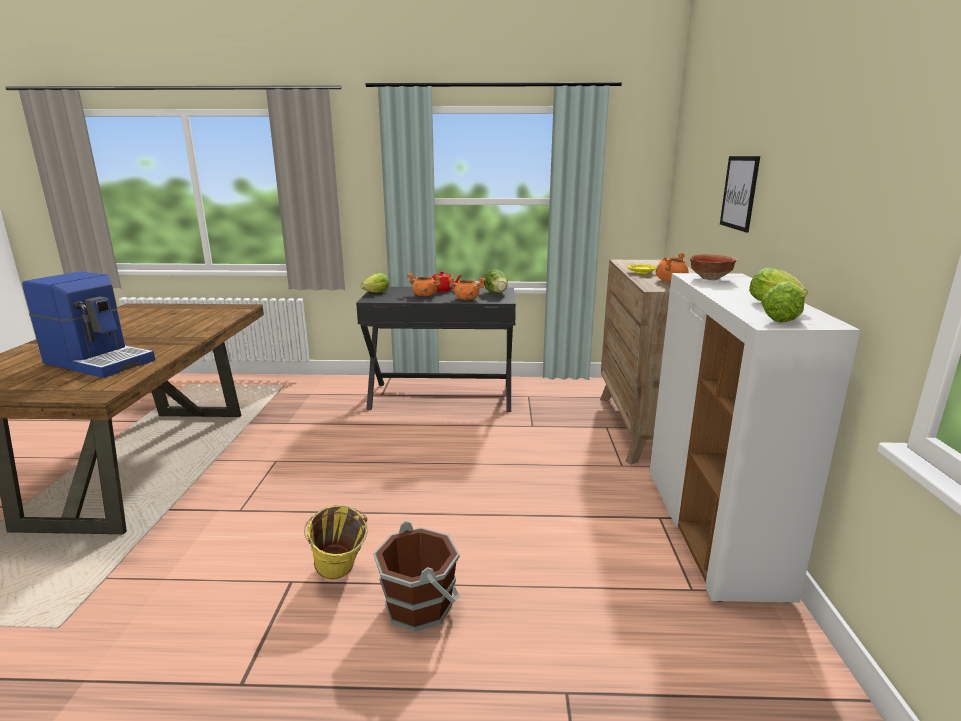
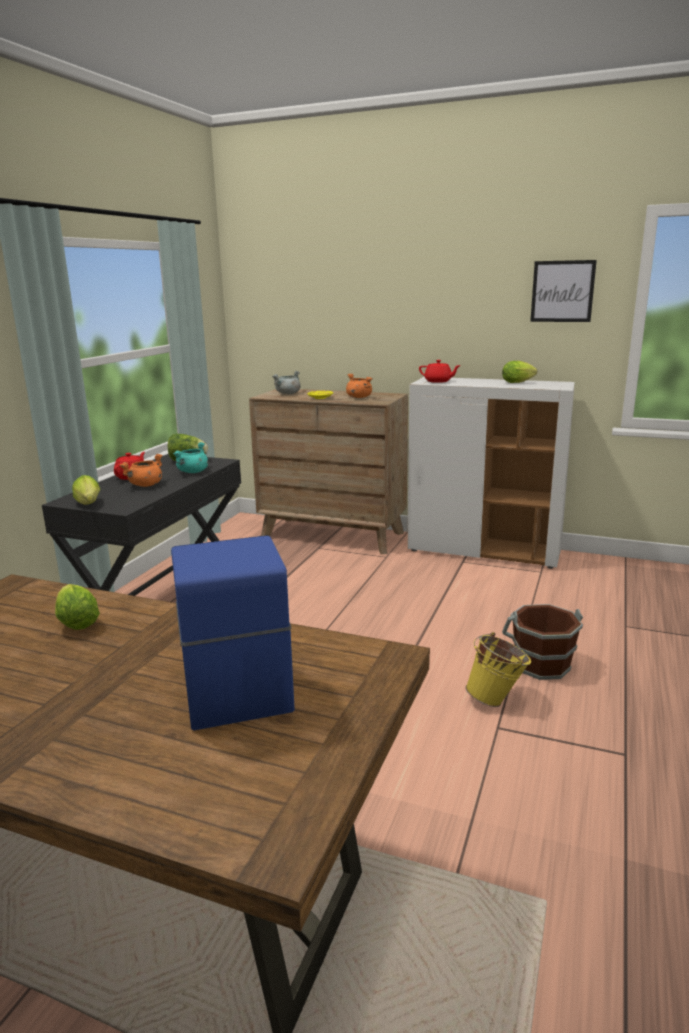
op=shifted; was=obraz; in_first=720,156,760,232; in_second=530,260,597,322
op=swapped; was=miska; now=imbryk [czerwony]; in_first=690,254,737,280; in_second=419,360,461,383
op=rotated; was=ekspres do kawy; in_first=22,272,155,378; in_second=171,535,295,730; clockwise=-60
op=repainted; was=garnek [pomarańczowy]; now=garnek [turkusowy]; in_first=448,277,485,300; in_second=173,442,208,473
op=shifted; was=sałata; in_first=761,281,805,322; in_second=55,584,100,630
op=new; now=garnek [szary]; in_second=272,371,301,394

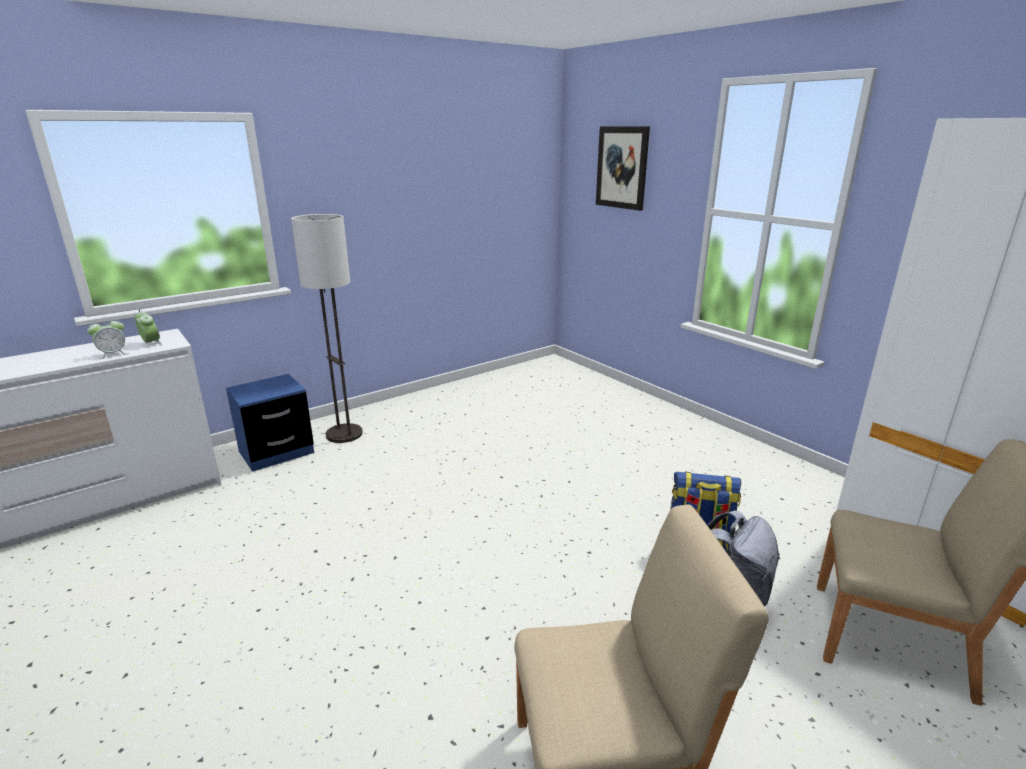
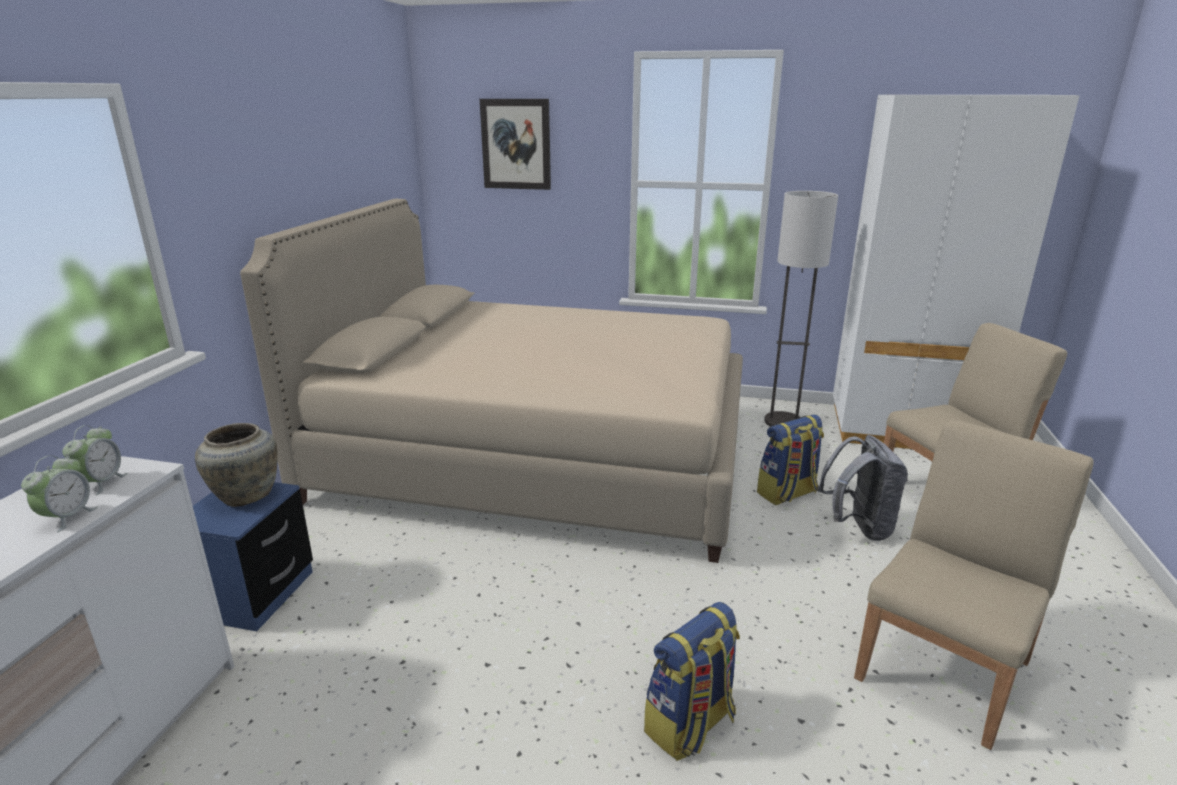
op=shifted; was=lampa stojąca; in_first=291,214,363,443; in_second=764,191,838,427
op=rotated; was=budzik; in_first=134,309,162,346; in_second=63,425,128,495; clockwise=90
op=new; now=łóżko [beżowy]; in_second=240,199,743,563
op=new; now=wazon [beżowy]; in_second=195,423,278,507
op=new; now=plecak; in_second=644,602,740,761

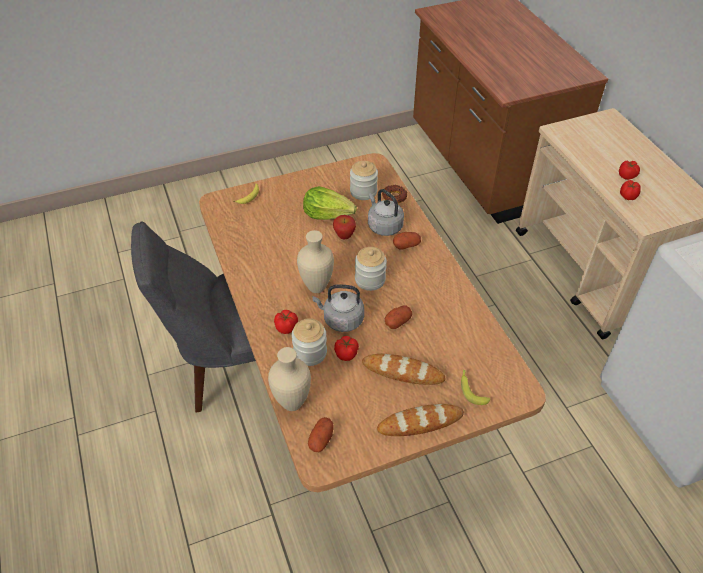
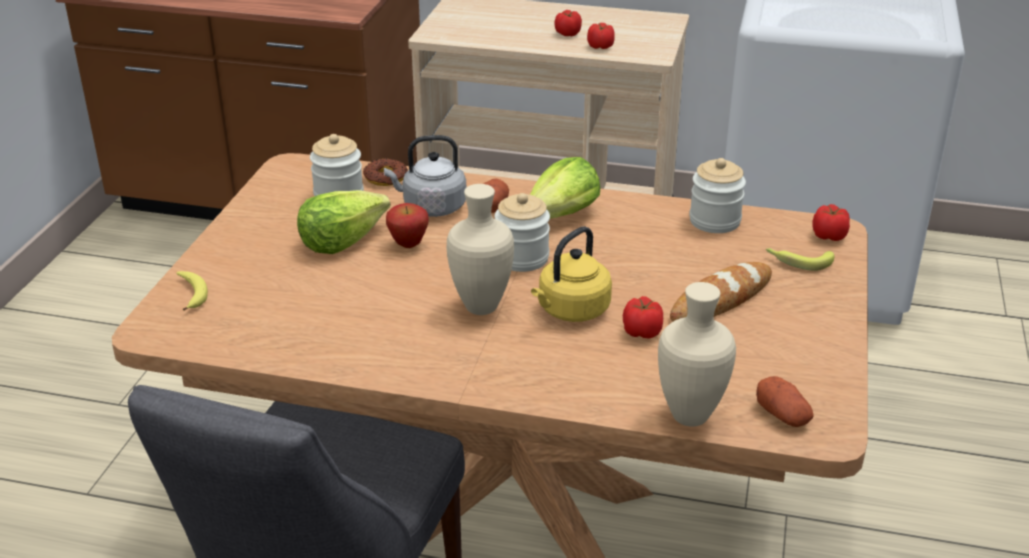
op=repainted; was=czajnik [szary]; now=czajnik [żółty]; in_first=312,284,364,332; in_second=531,226,612,322
op=gone; was=ziemniak; in_first=385,306,412,329
op=shifted; was=pomidor; in_first=274,310,298,334; in_second=812,204,850,241
op=shifted; was=słoik; in_first=292,318,327,366; in_second=689,158,746,233
op=gone; was=chleb; in_first=377,404,464,436
op=new; now=sałata; in_second=530,157,600,219

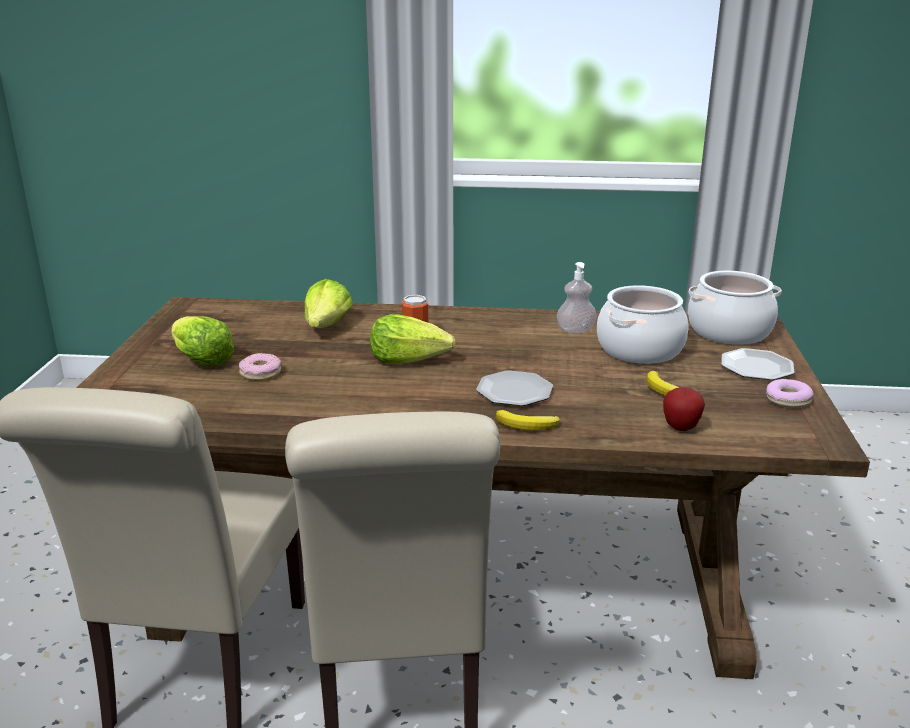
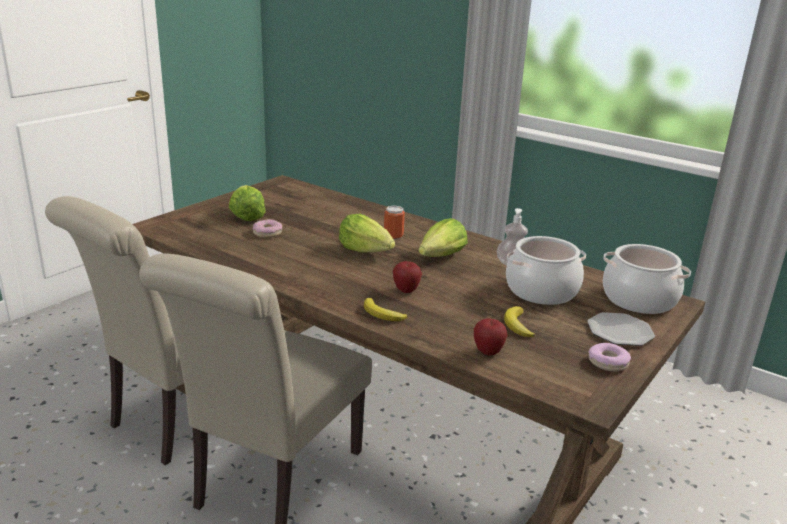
op=shifted; was=sałata; in_first=304,279,353,328; in_second=419,218,468,257
op=swapped; was=talerz; now=jabłko; in_first=476,370,553,406; in_second=393,261,422,293

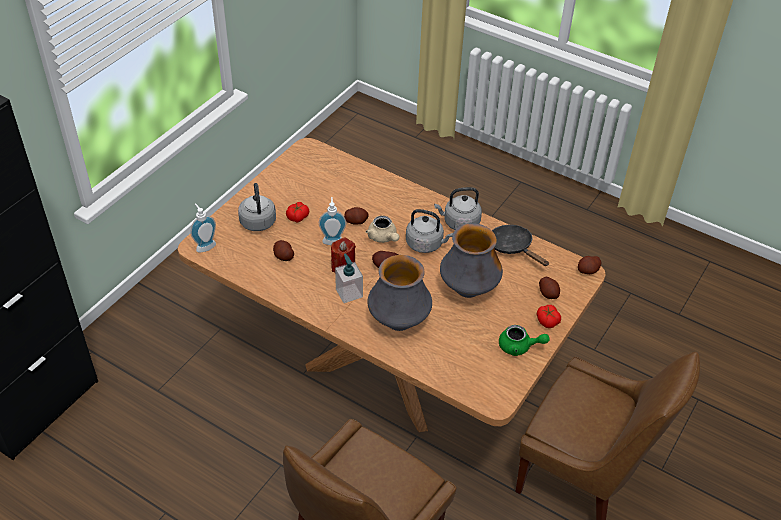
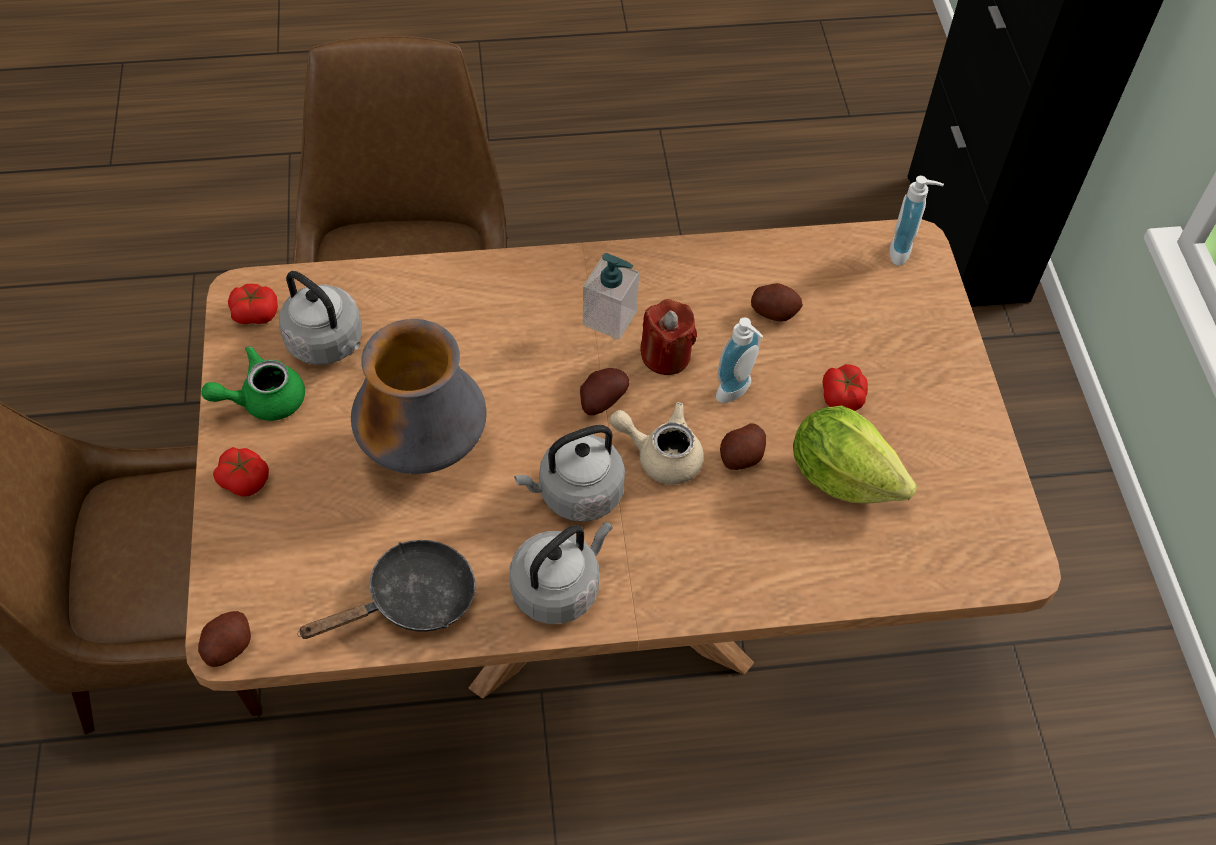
op=shifted; was=czajnik [szary]; in_first=238,183,276,231; in_second=279,271,362,365
op=rotated; was=patelnia [czarny]; in_first=492,225,549,266; in_second=297,540,476,639; clockwise=-45
op=gone; was=wazon; in_first=368,255,432,331
op=gone; was=ziemniak; in_first=539,277,560,299
op=new; now=pomidor; in_second=228,284,278,324
op=new; now=sałata; in_second=793,406,917,504

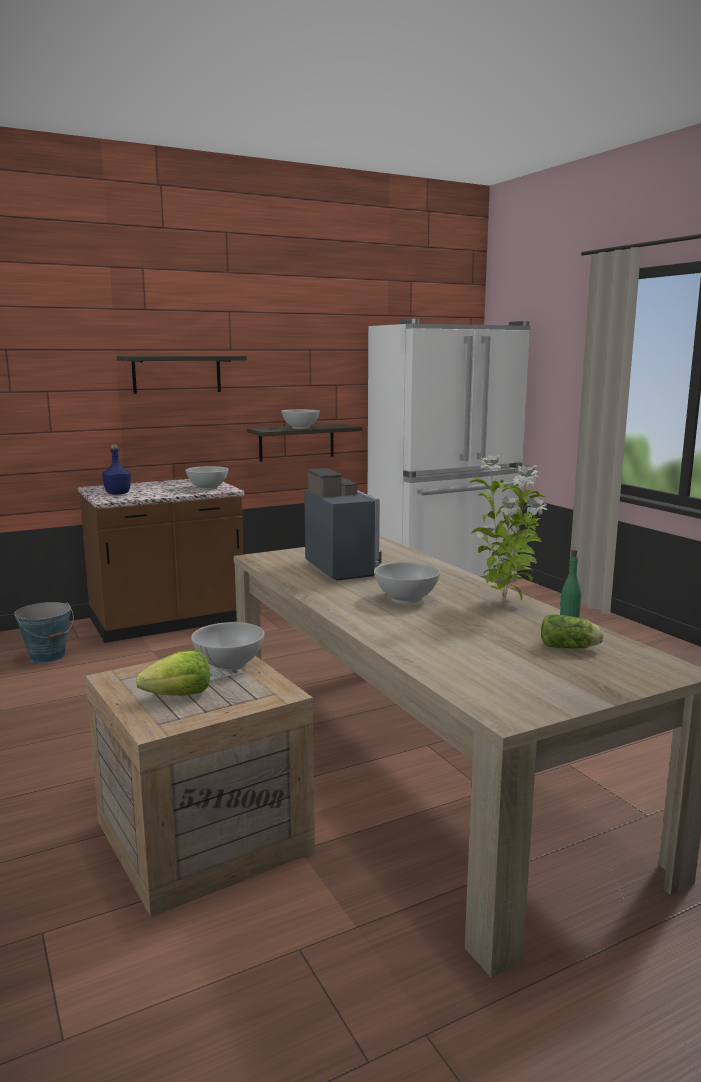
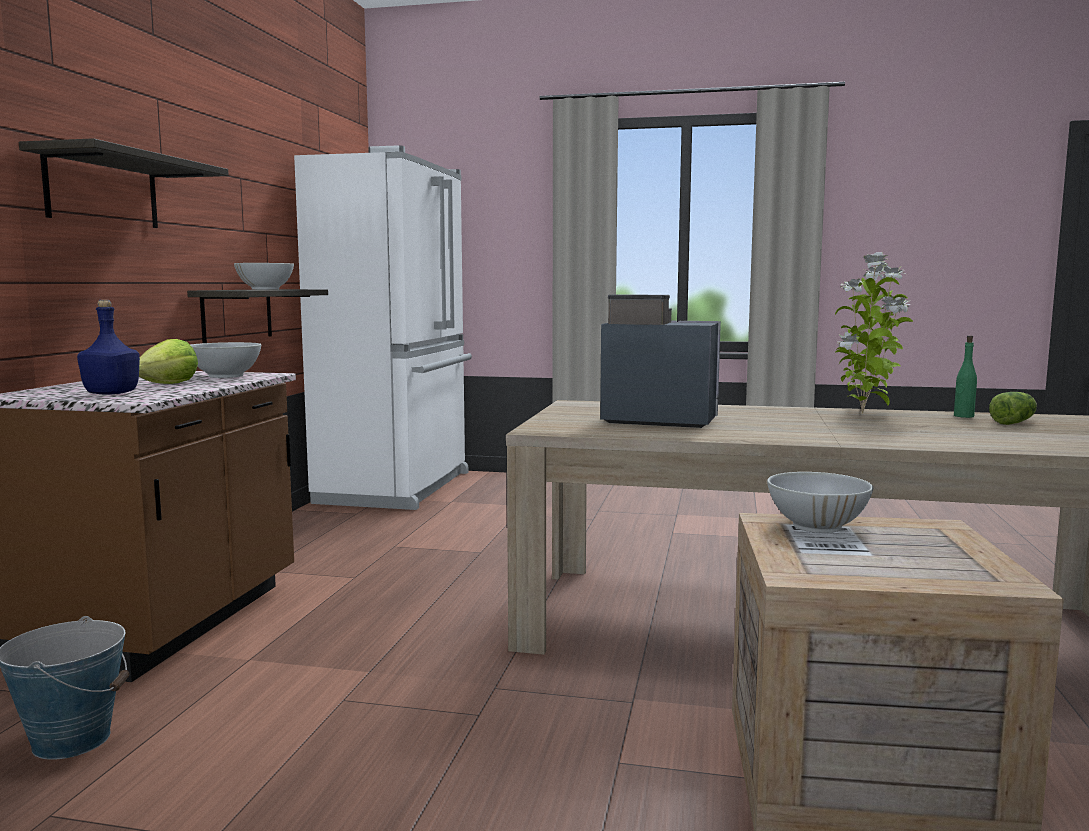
op=gone; was=miska [biały]; in_first=374,562,440,603
op=shifted; was=sałata; in_first=136,650,210,696; in_second=139,339,198,384

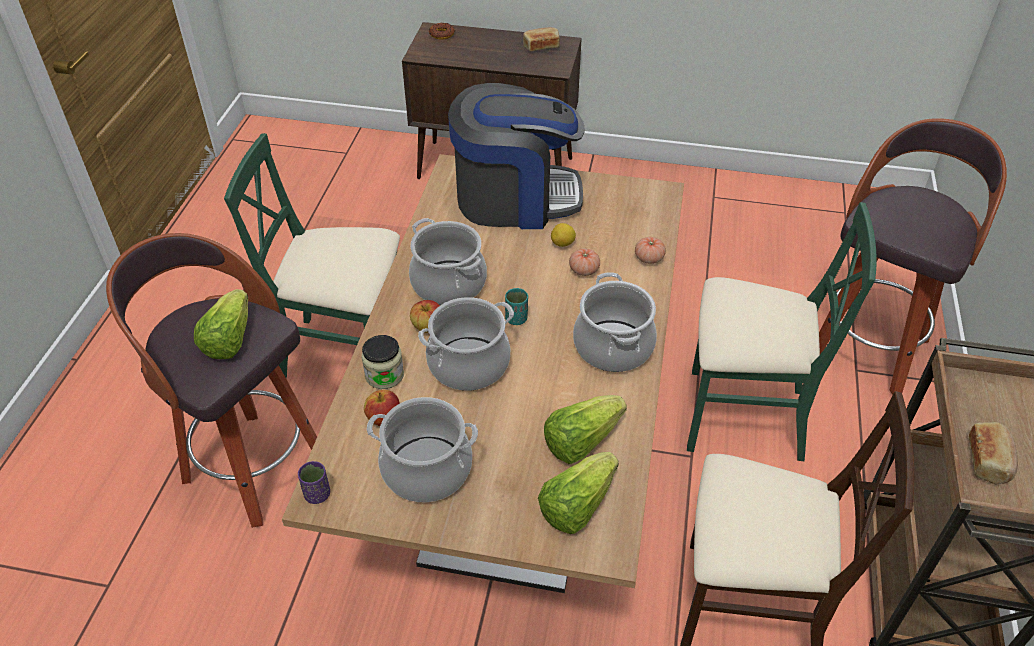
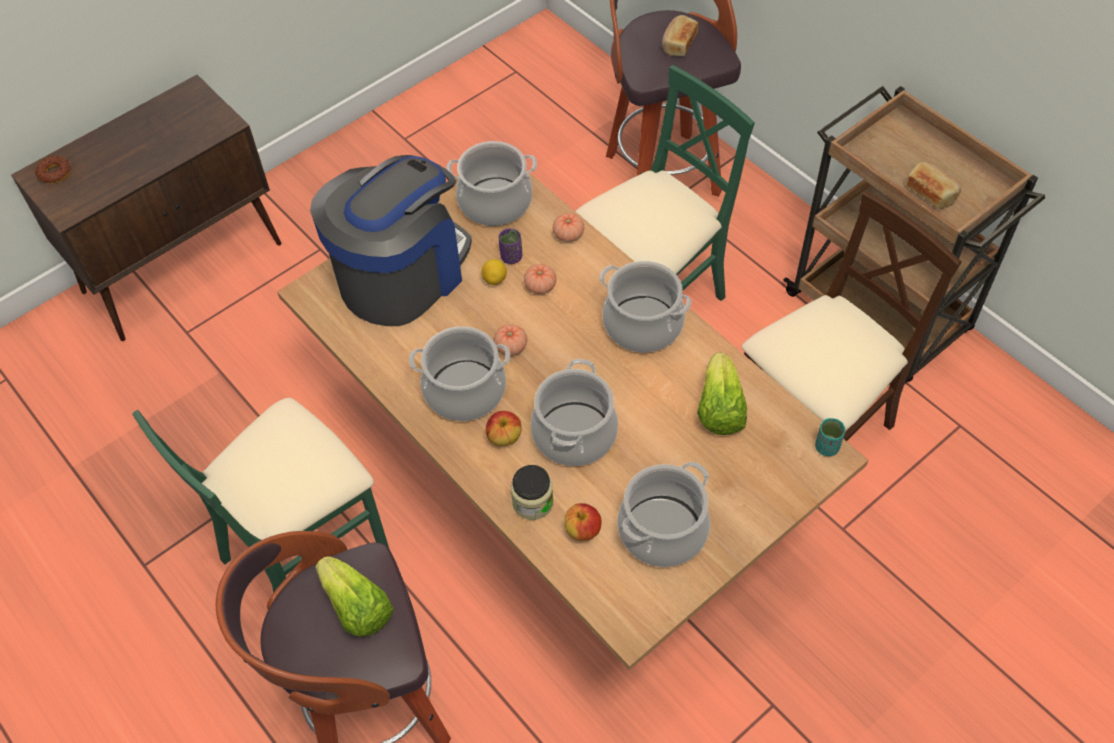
op=shifted; was=chleb; in_first=523,27,560,51; in_second=662,15,698,56
op=shifted; was=filiżanka [turkusowy]; in_first=505,288,528,325; in_second=815,418,845,456
op=gone; was=sałata; in_first=538,452,619,534
op=shifted; was=filiżanka [fioletowy]; in_first=298,461,330,504; in_second=498,228,522,264
op=new; now=garnek; in_second=446,141,537,226
op=new; now=pomidor; in_second=493,324,527,356

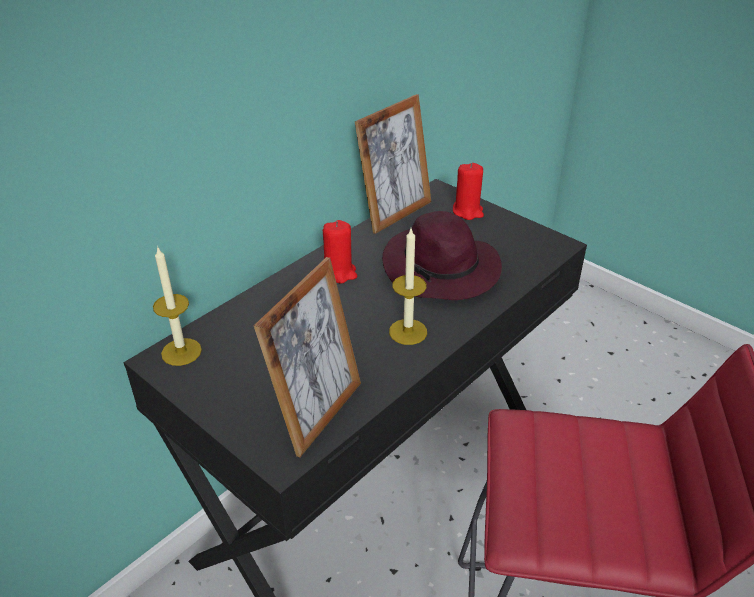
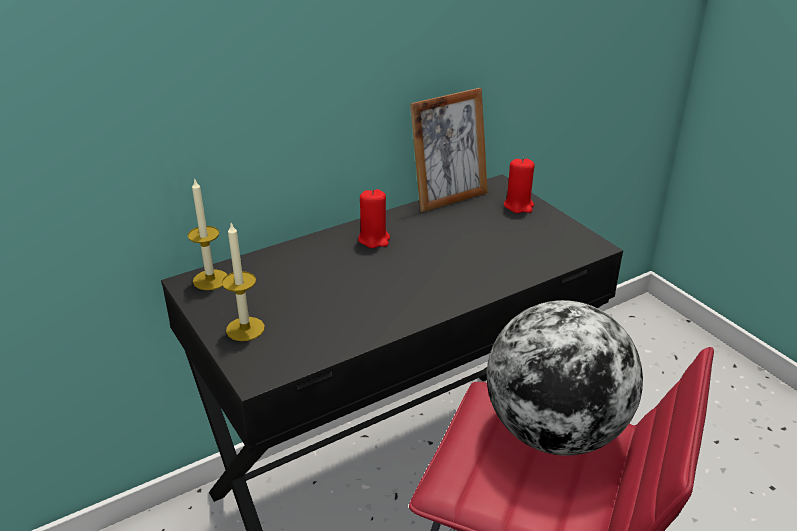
op=gone; was=kapelusz [fioletowy]; in_first=382,211,502,300
op=shifted; was=świeca; in_first=389,229,427,345; in_second=222,223,265,341
op=gone; was=ramka na zdjęcie; in_first=254,257,361,457
op=new; now=globus; in_second=487,300,643,456

